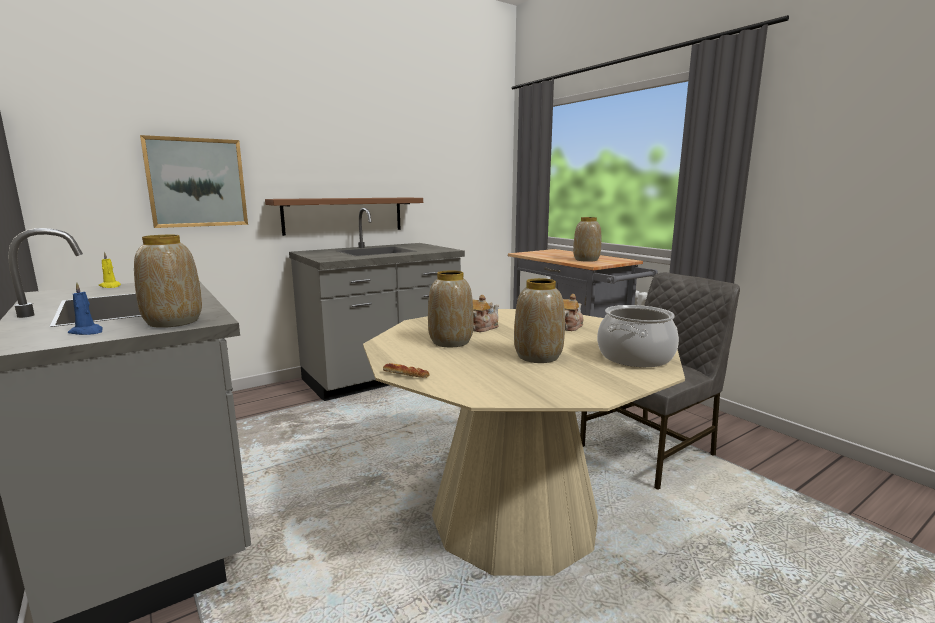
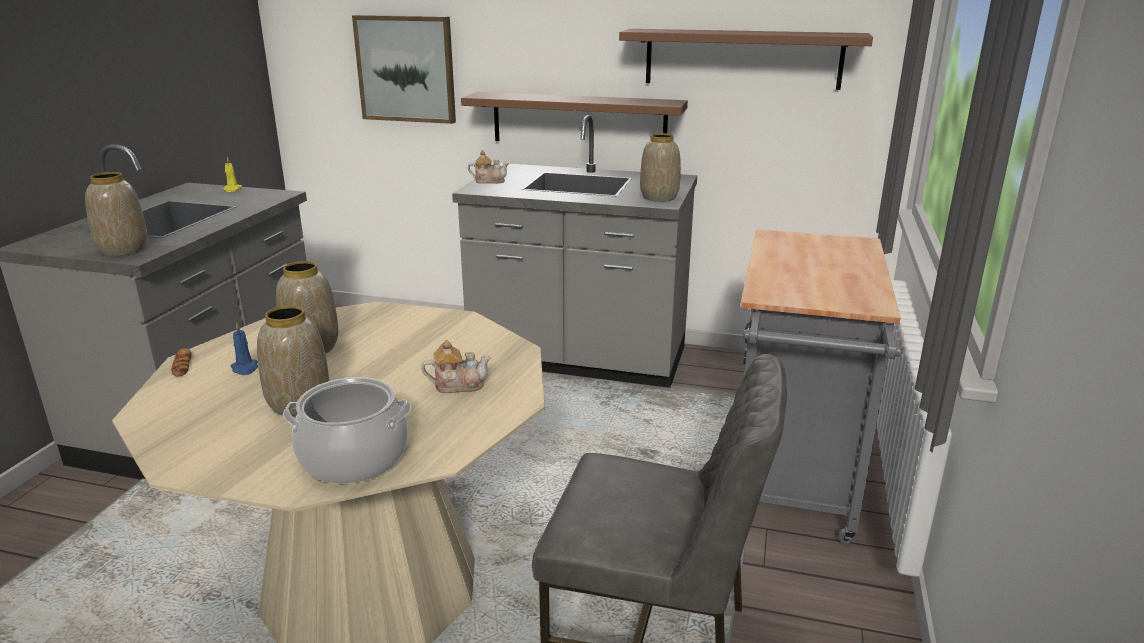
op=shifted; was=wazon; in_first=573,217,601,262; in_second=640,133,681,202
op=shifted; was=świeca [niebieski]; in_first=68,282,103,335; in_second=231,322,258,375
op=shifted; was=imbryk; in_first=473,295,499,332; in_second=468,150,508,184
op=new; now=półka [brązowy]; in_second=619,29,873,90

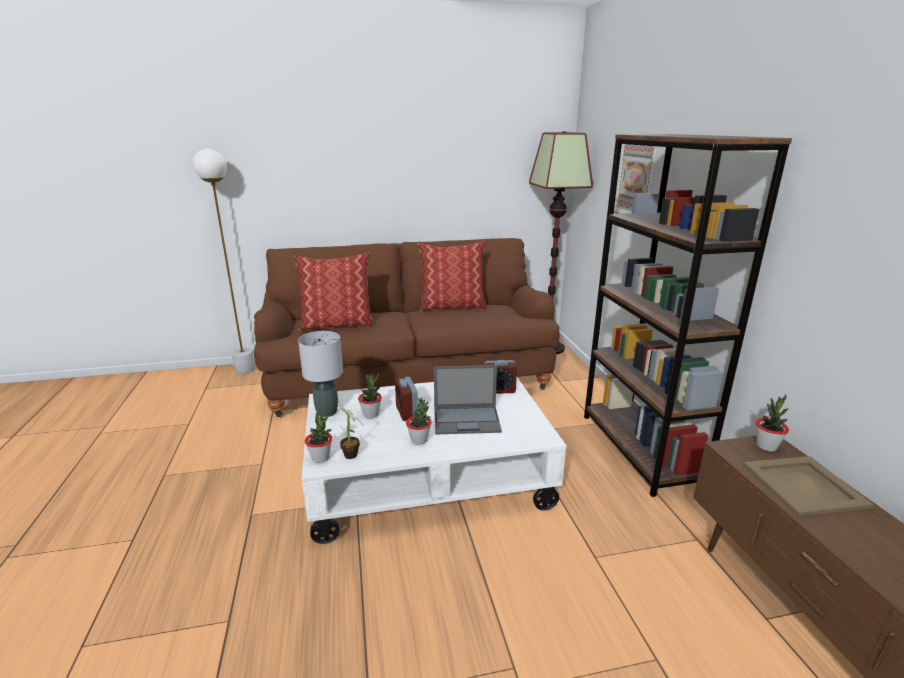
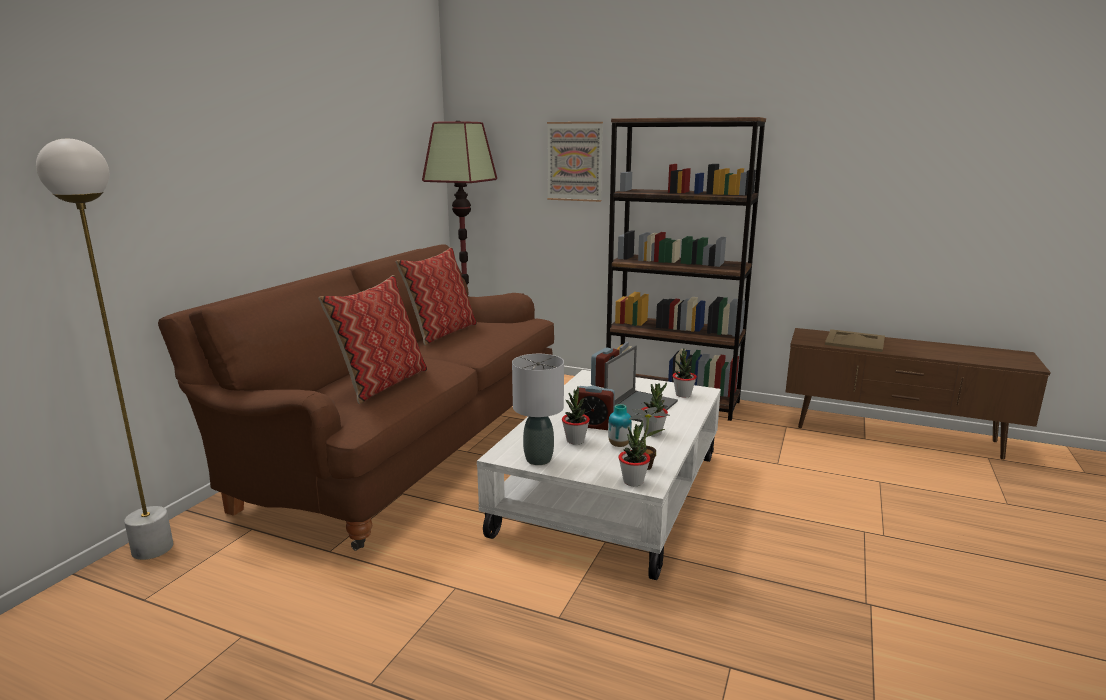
op=shifted; was=roślina doniczkowa; in_first=756,395,789,452; in_second=673,348,697,398
op=new; now=wazon; in_second=608,404,632,447

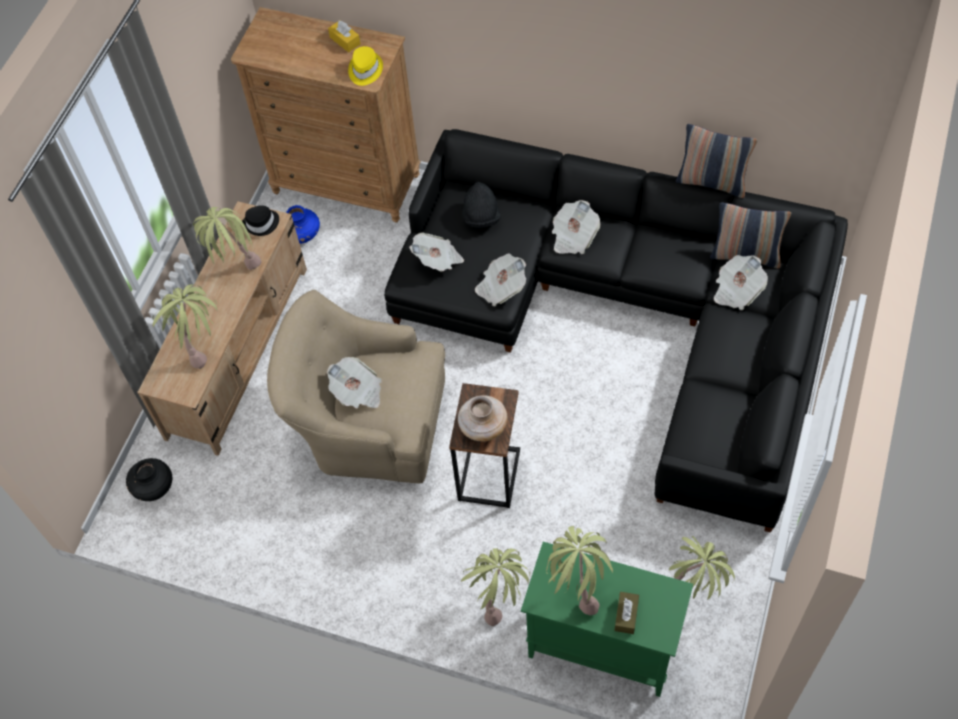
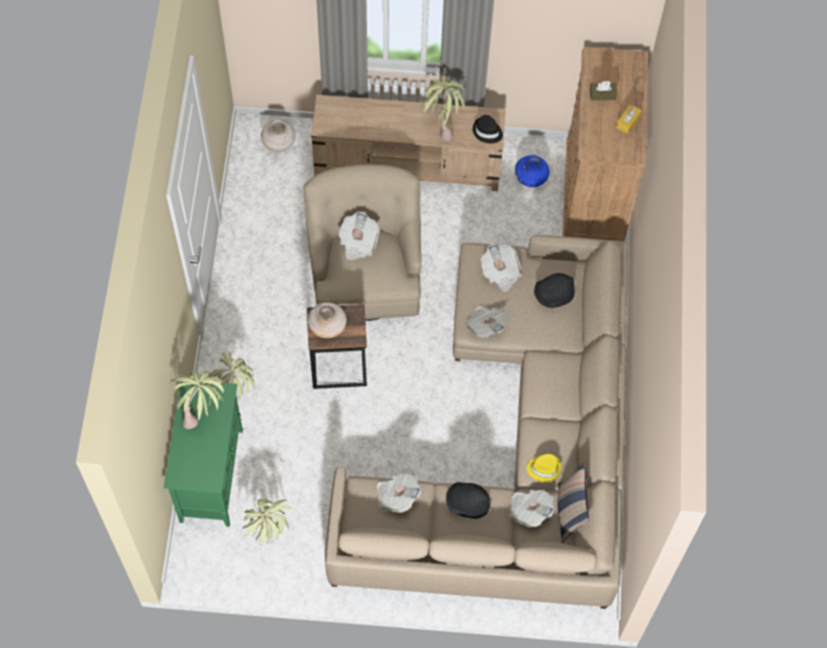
op=shifted; was=kapelusz [żółty]; in_first=348,46,383,86; in_second=527,454,561,482
op=gone; was=poduszka; in_first=676,124,757,198
op=repainted; was=kanapa [czarny]; now=kanapa [beżowy]; in_first=384,129,848,532; in_second=325,235,628,609
op=shifted; was=gazeta; in_first=552,200,600,254; in_second=377,473,421,513
op=gone; was=roślina doniczkowa; in_first=152,284,217,369
op=repainted; was=wazon [czarny]; now=wazon [beżowy]; in_first=126,458,172,501; in_second=261,120,295,152
op=shifted; was=pudełko chusteczek [brązowy]; in_first=614,592,639,634; in_second=590,81,617,101
op=new; now=kapelusz [czarny]; in_second=446,482,491,519

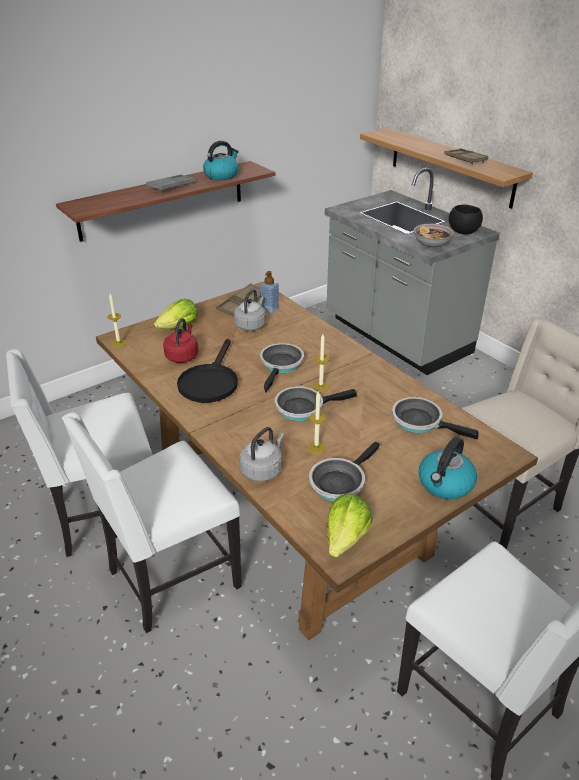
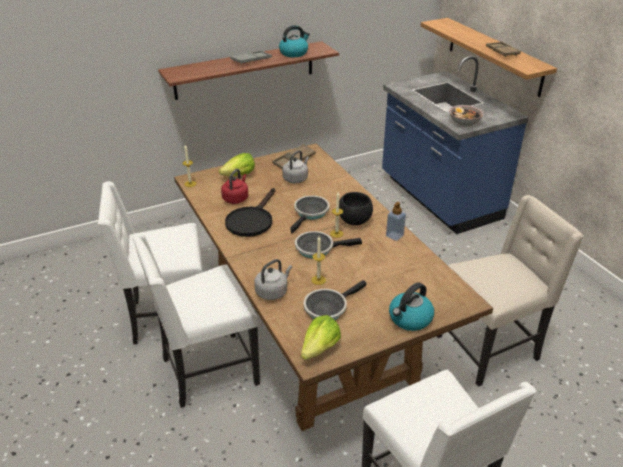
op=repainted; was=zabudowa kuchenna [szary]; now=zabudowa kuchenna [niebieski]; in_first=325,168,500,375; in_second=382,56,529,234
op=shifted; was=miska [czarny]; in_first=449,204,483,235; in_second=339,192,373,225
op=shifted; was=dozownik mydła; in_first=260,271,279,314; in_second=386,202,406,241
op=gone; was=patelnia; in_first=392,397,479,440

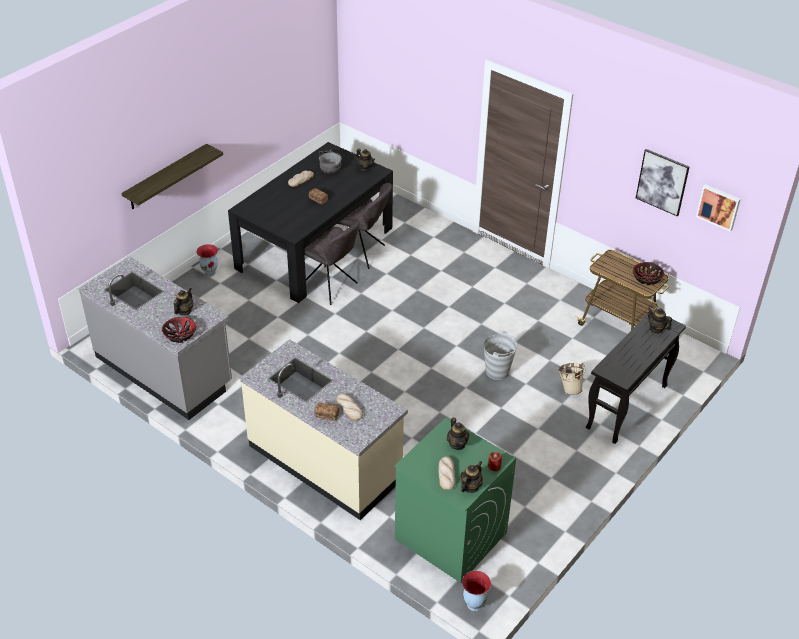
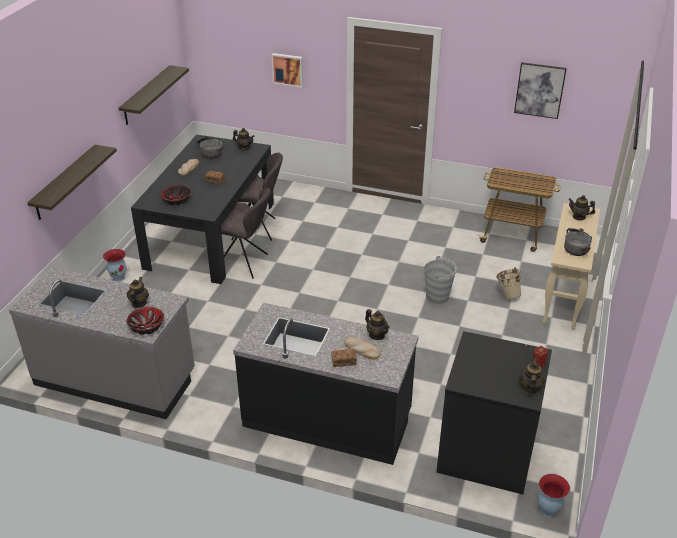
op=shifted; was=obraz; in_first=696,184,741,232; in_second=271,53,303,88
op=shifted; was=miska; in_first=633,262,664,285; in_second=161,185,191,205
op=repainted; was=stolik konsolowy [czarny]; now=stolik konsolowy [beżowy]; in_first=586,309,686,444; in_second=542,203,600,330
op=repainted; was=zabudowa kuchenna [beżowy]; now=zabudowa kuchenna [czarny]; in_first=240,339,408,520; in_second=233,303,419,465
op=repainted; was=pralka [zielony]; now=pralka [czarny]; in_first=394,417,516,583; in_second=436,331,552,494
op=shifted; was=imbryk; in_first=447,417,469,450; in_second=365,309,390,340
op=gone; was=chleb; in_first=438,456,455,490
op=new; now=półka; in_second=119,65,189,125
op=new; now=garnek; in_second=564,228,592,256

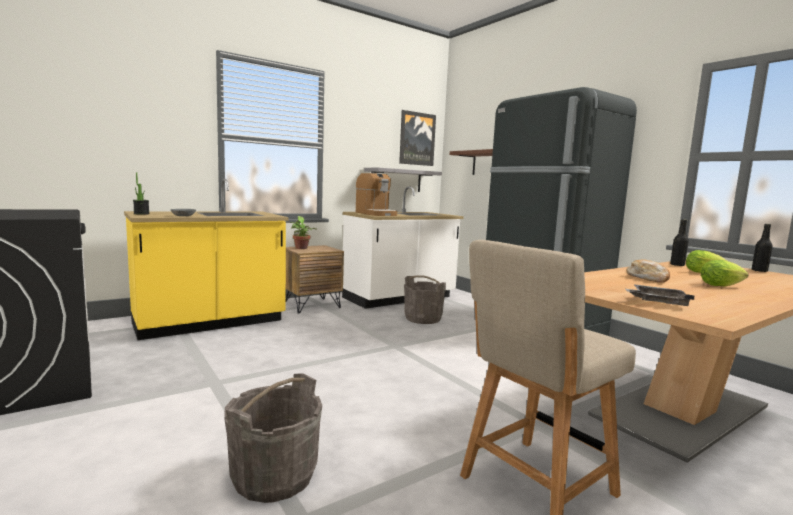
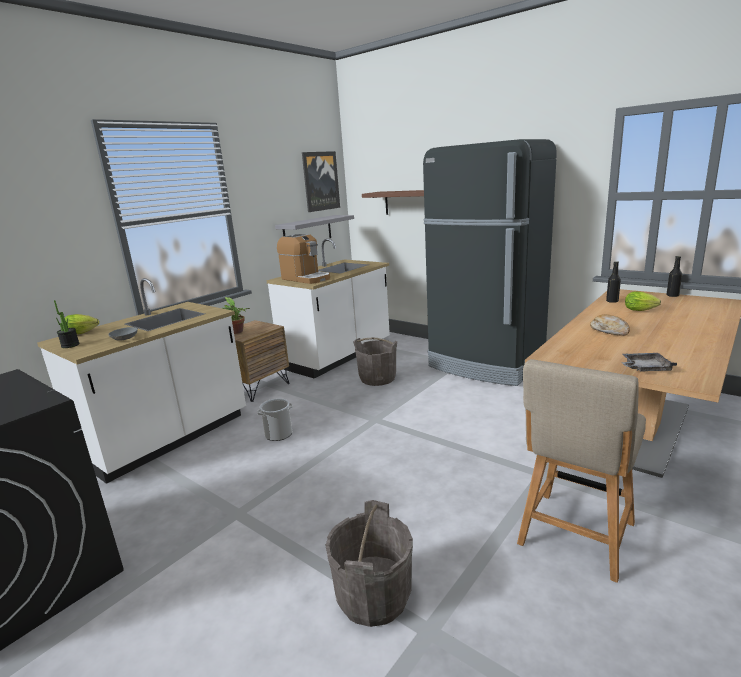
op=repainted; was=zabudowa kuchenna [żółty]; now=zabudowa kuchenna [biały]; in_first=124,179,289,340; in_second=37,278,246,484
op=shifted; was=sałata; in_first=701,260,749,286; in_second=65,314,99,334
op=new; now=wiadro; in_second=257,398,293,441

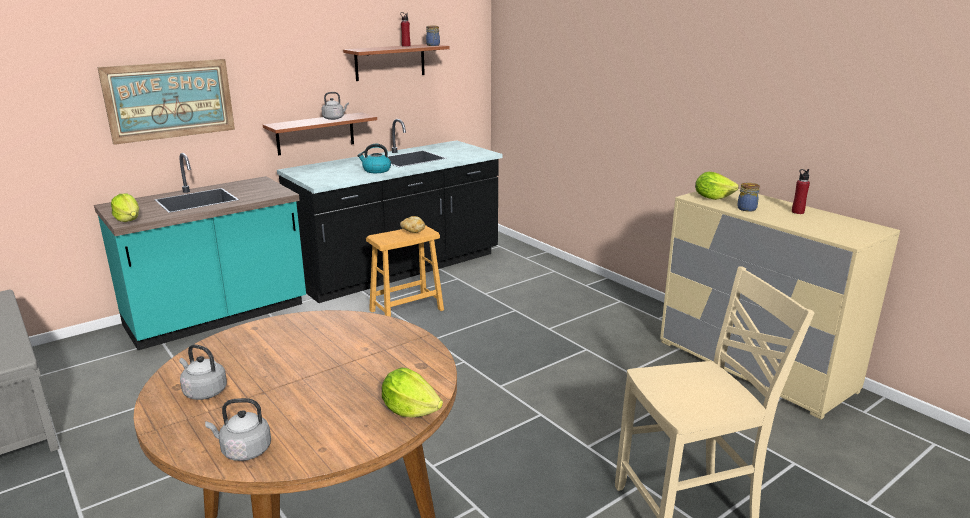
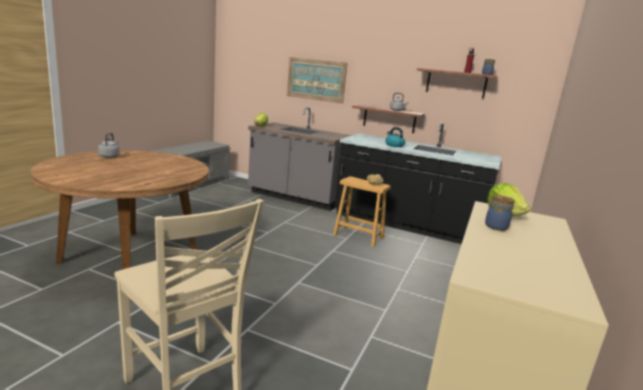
op=repainted; was=zabudowa kuchenna [turkusowy]; now=zabudowa kuchenna [szary]; in_first=94,153,306,350; in_second=248,107,352,211
op=gone; was=butelka [czerwony]; in_first=792,169,810,214
op=gone; was=sałata; in_first=382,368,443,418
op=gone; was=czajnik [szary]; in_first=205,398,271,461

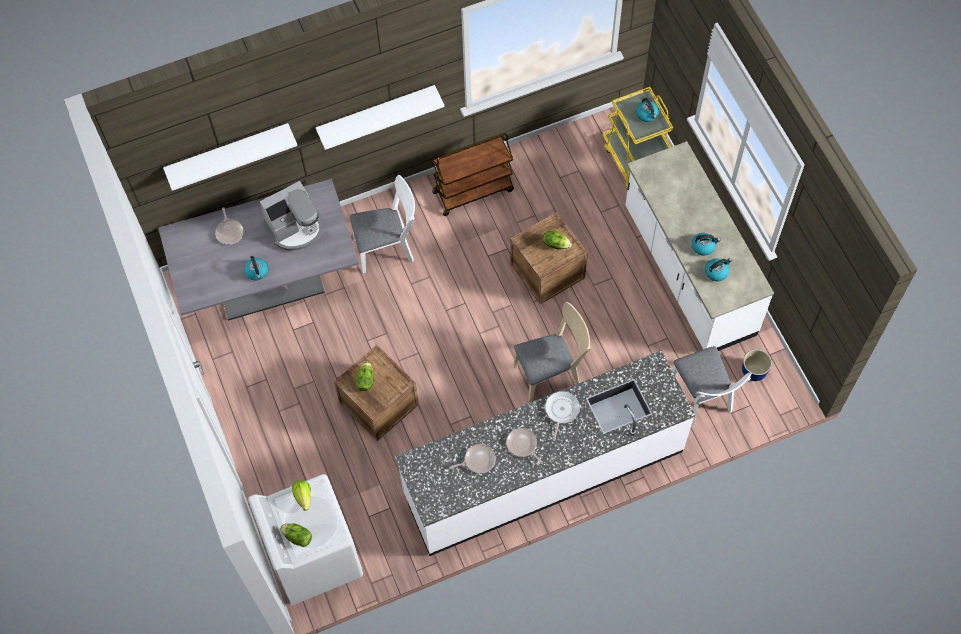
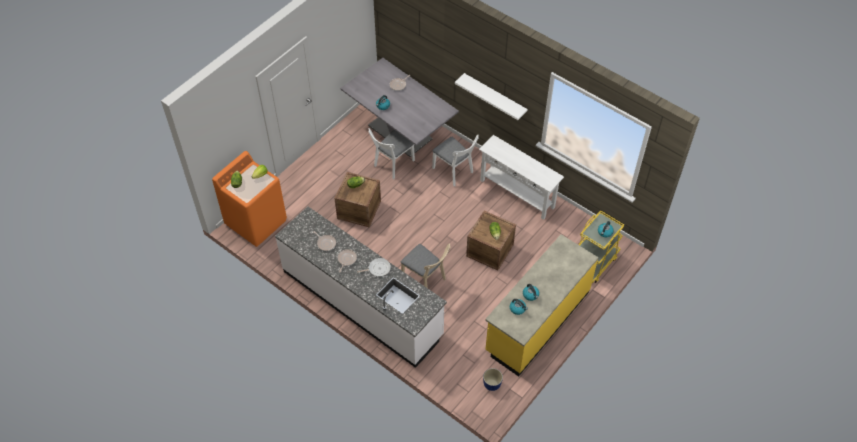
op=gone; was=półka [biały]; in_first=163,123,297,191
op=swapped; was=wózek [brązowy]; now=stolik konsolowy [biały]; in_first=432,133,514,216; in_second=479,135,564,220
op=repainted; was=zabudowa kuchenna [biały]; now=zabudowa kuchenna [żółty]; in_first=626,141,774,351; in_second=485,234,599,377
op=gone; was=ekspres do kawy; in_first=260,181,322,251
op=shifted; was=krzesło [biały]; in_first=672,346,752,427; in_second=368,128,415,179
op=repainted; was=pralka [biały]; now=pralka [pomarańczowy]; in_first=248,474,363,606; in_second=212,151,287,247

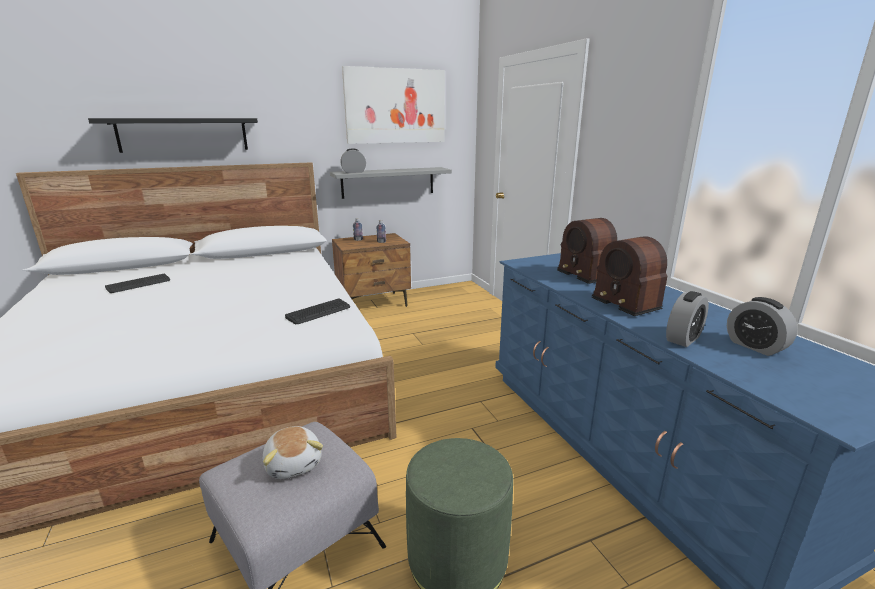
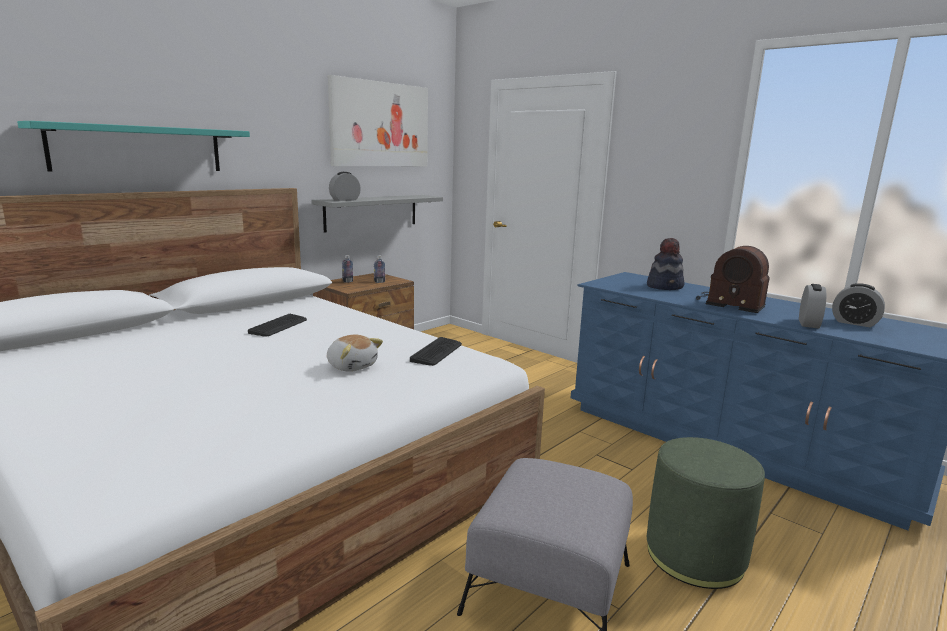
op=repainted; was=półka [czarny]; now=półka [turkusowy]; in_first=88,118,258,153; in_second=17,121,250,172
op=swapped; was=radio; now=kapelusz; in_first=557,218,617,284; in_second=647,238,685,290
op=shifted; was=klawiatura; in_first=105,274,170,293; in_second=248,314,307,337
op=shifted; was=pluszak; in_first=263,426,323,479; in_second=327,335,383,372

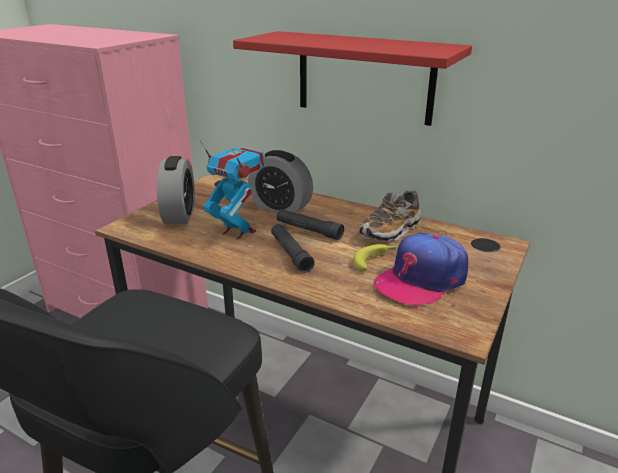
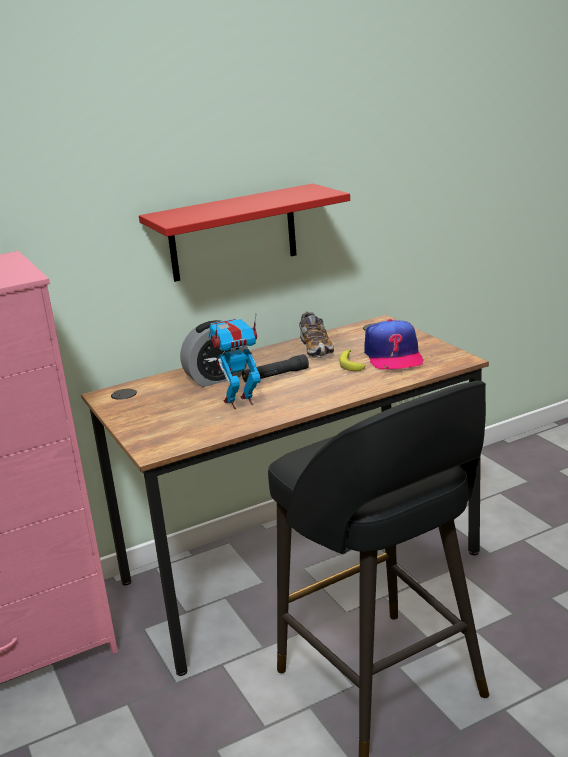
op=gone; was=budzik; in_first=157,156,195,224
op=gone; was=latarka [czarny]; in_first=271,224,315,273

